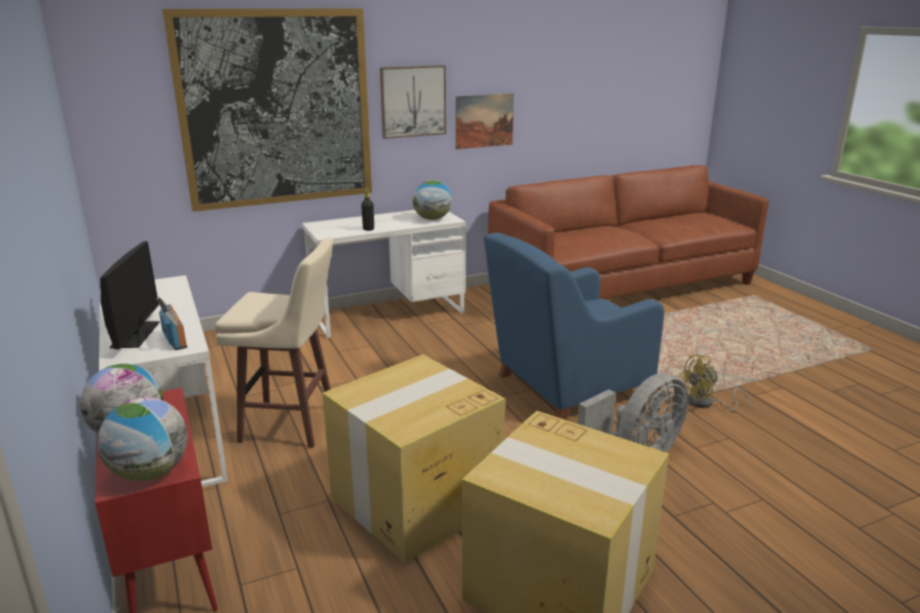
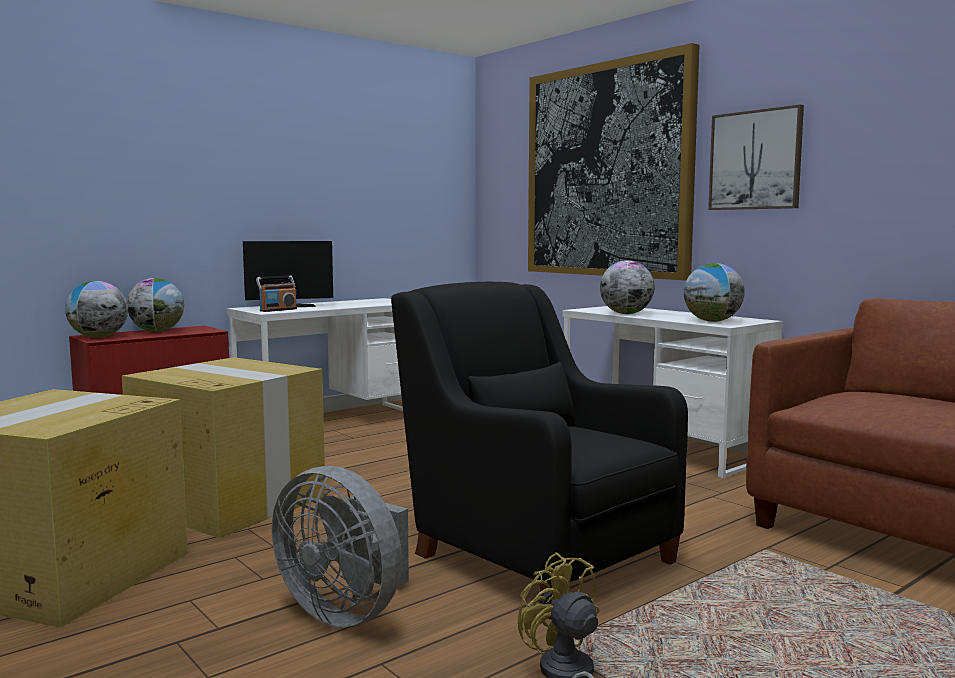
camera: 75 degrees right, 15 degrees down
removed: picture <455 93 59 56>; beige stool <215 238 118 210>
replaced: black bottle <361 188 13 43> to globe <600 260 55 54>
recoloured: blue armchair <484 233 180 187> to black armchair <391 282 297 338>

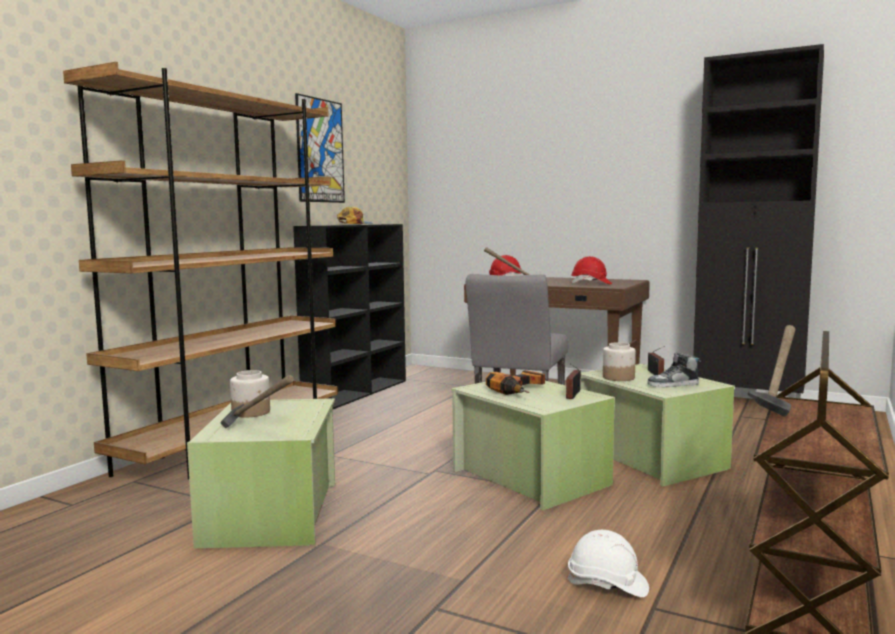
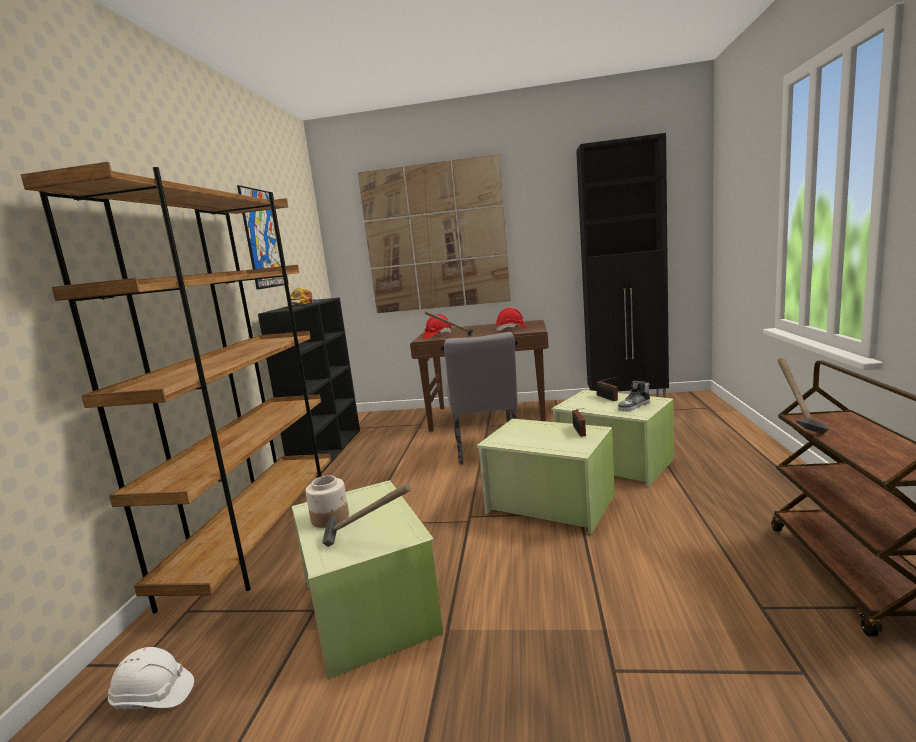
camera: 20 degrees left, 5 degrees up
removed: jar <603 342 33 39>; power drill <486 370 59 25>
added: picture <358 154 153 159>
moved: white hard hat <567 530 82 68> to <108 647 86 63>

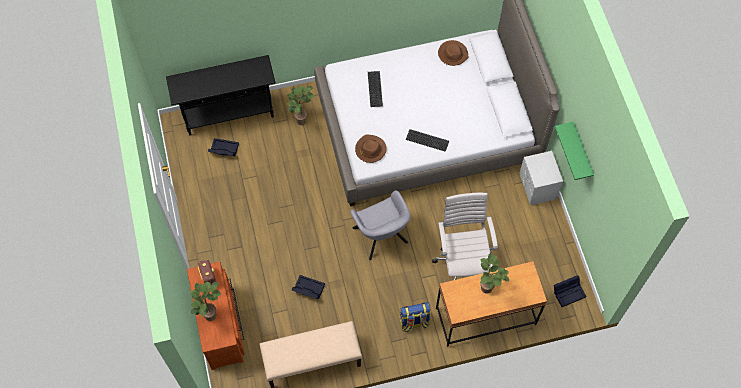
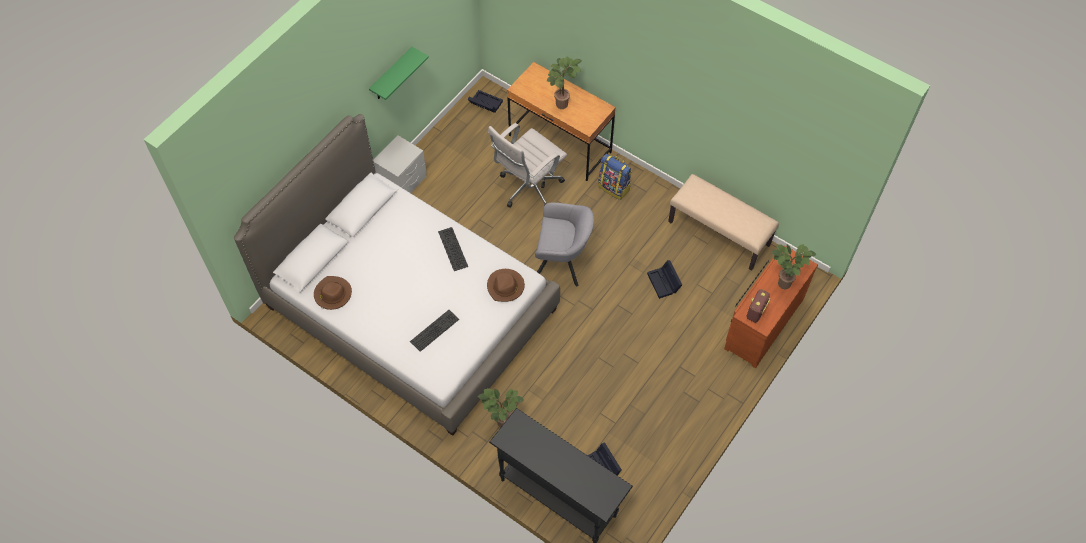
camera: 130 degrees left, 5 degrees down
turned: grey armchair <350 190 61 70> = <535 203 59 83> 75 degrees clockwise

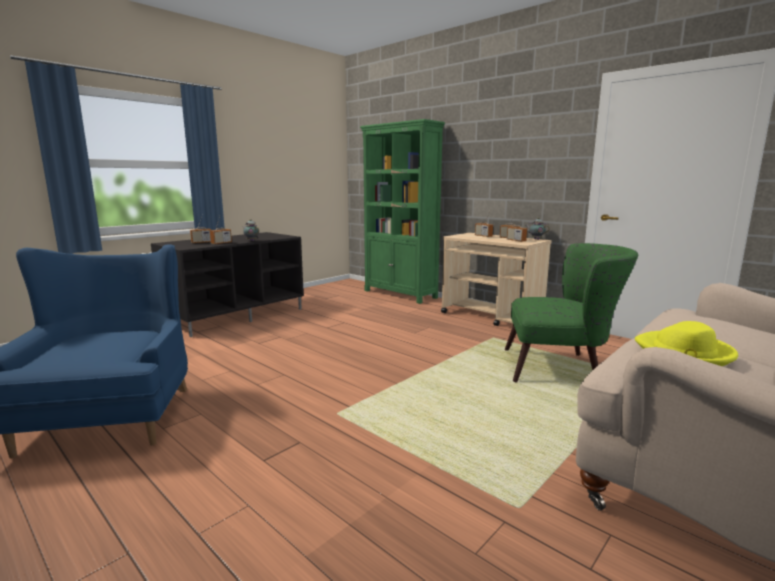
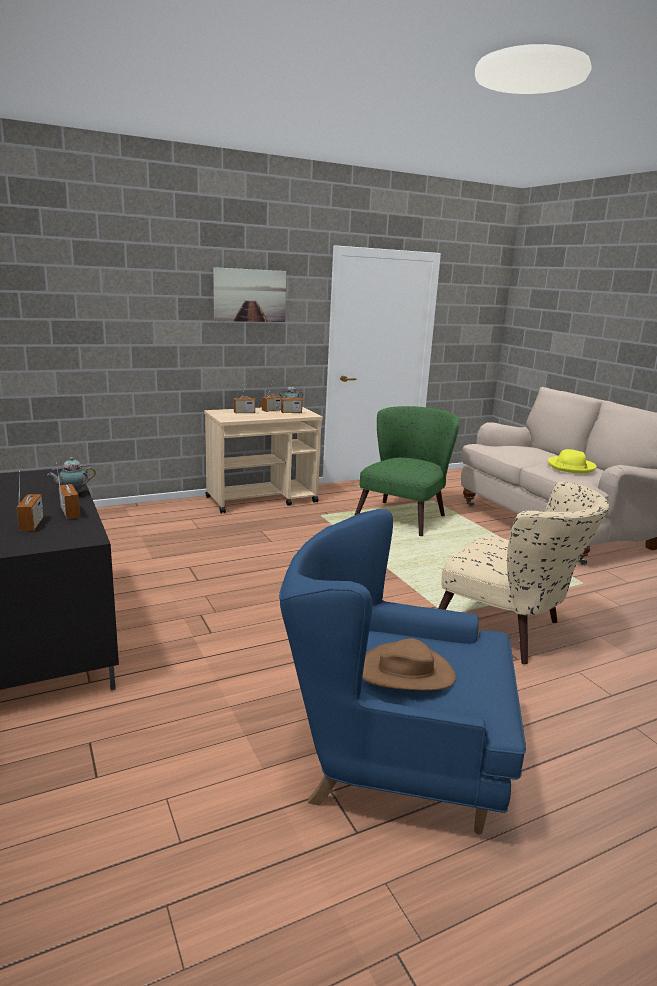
camera: 70 degrees left, 5 degrees up
removed: green bookcase <360 119 85 185>
added: picture <213 267 73 55>; beige armchair <438 482 171 182>; brown hat <362 638 94 53>

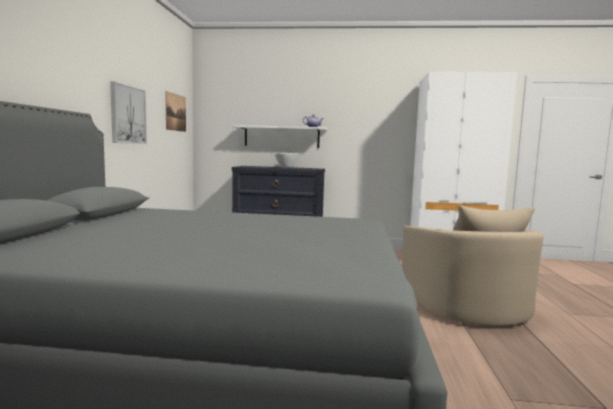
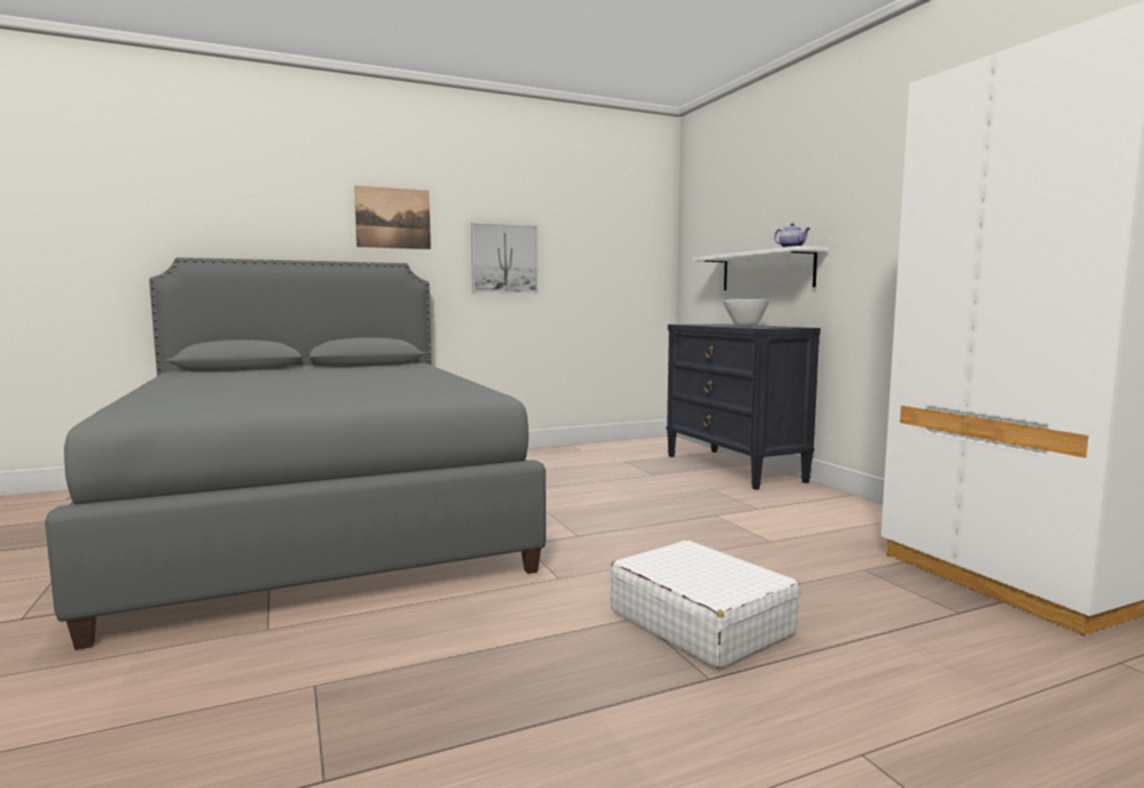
camera: 60 degrees right, 0 degrees up
moved: picture <165 91 21 41> to <354 186 77 63>
replaced: beige armchair <402 205 141 121> to white suitcase <610 540 190 128>

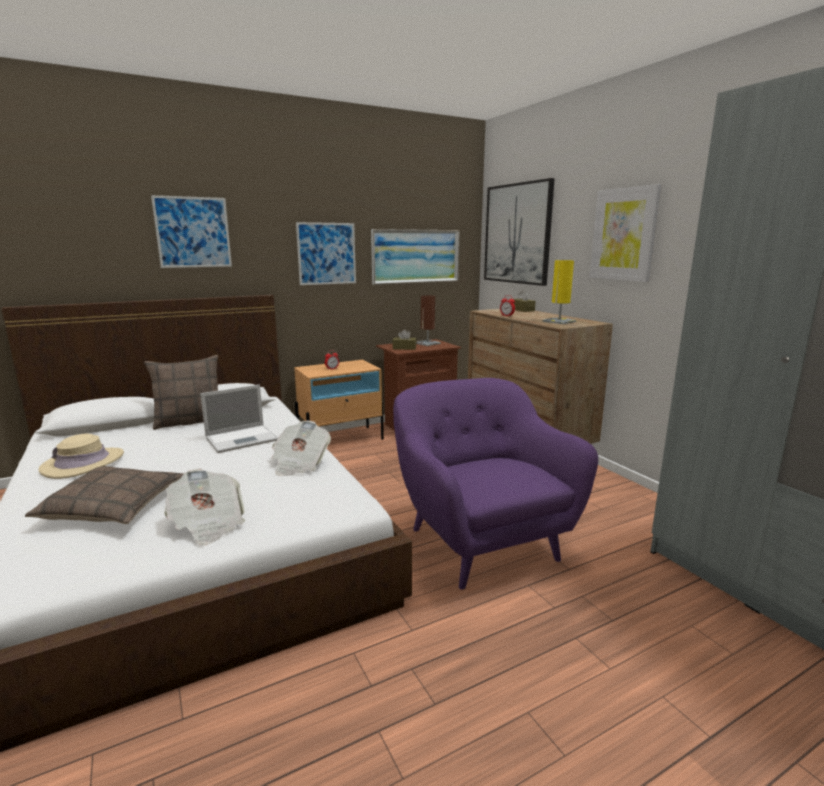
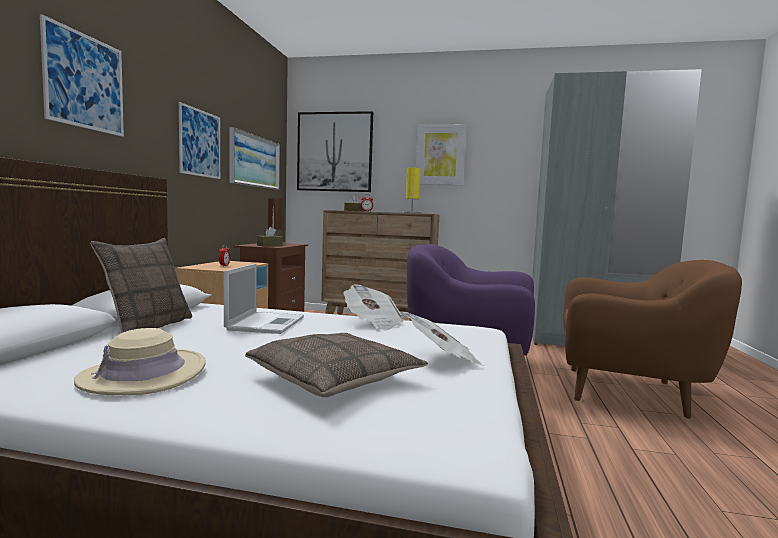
camera: 50 degrees left, 10 degrees down
added: brown armchair <564 260 178 159>

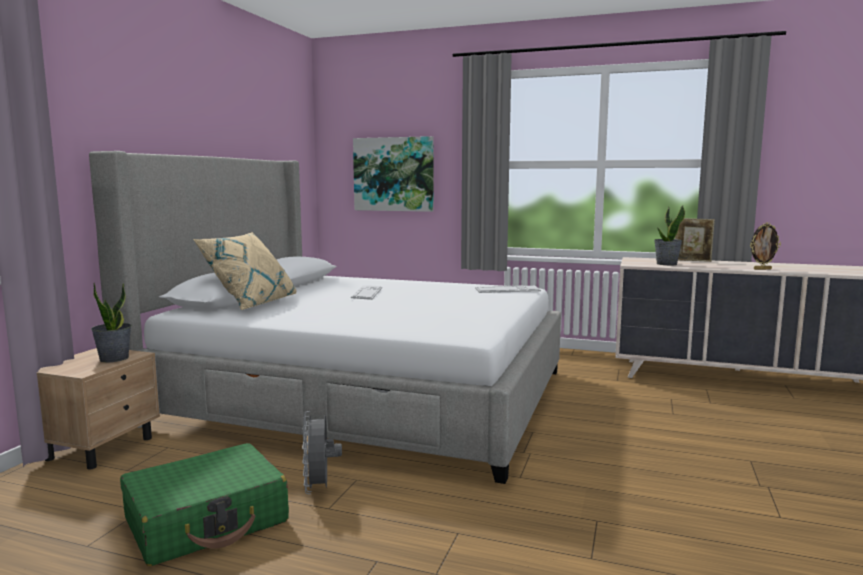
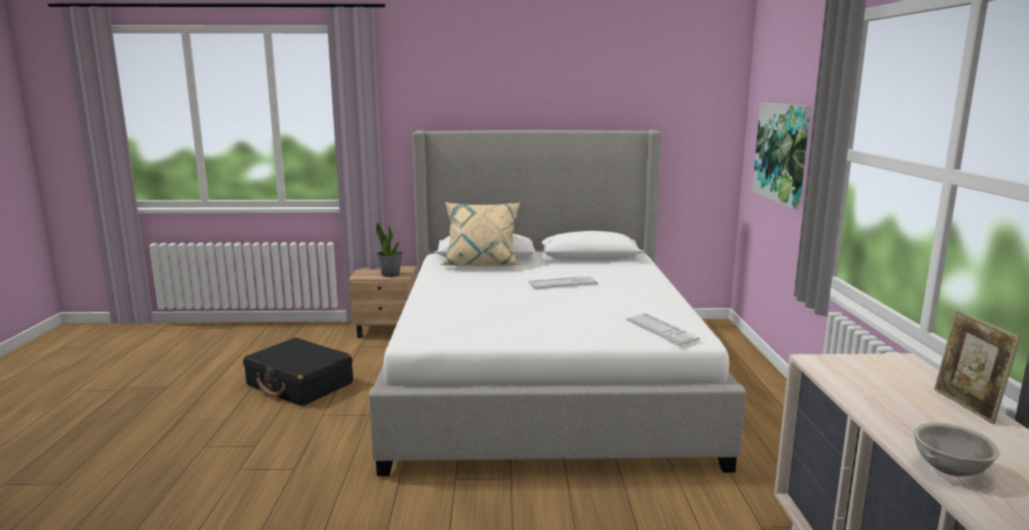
camera: 70 degrees right, 5 degrees up
removed: potted plant <654 206 31 59>; grey fan <302 411 40 83>
replaced: picture frame <750 222 31 48> to grey bowl <914 422 85 54>
recoloured: green suitcase <120 443 169 123> to black suitcase <243 338 110 68>

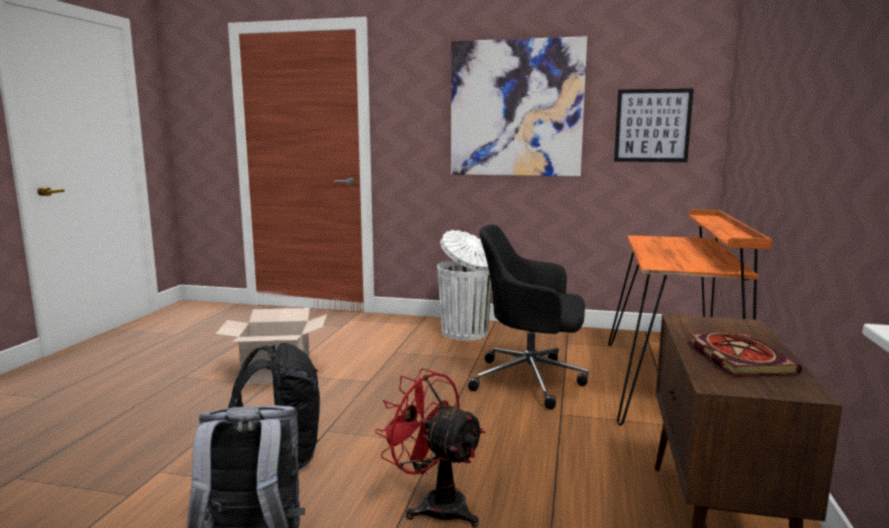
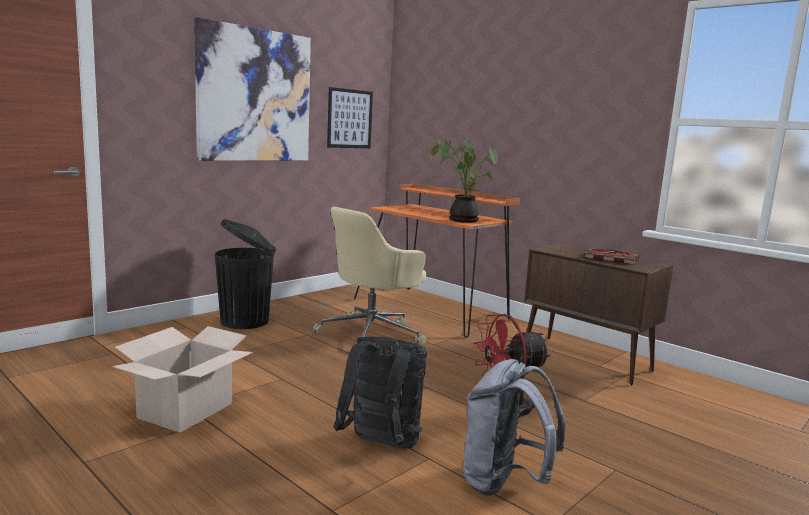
camera: 60 degrees left, 0 degrees up
added: potted plant <430 139 68 84>
recoloured: black office chair <468 225 121 185> to beige office chair <313 207 113 138>; white trash can <437 230 55 111> to black trash can <215 219 62 110>

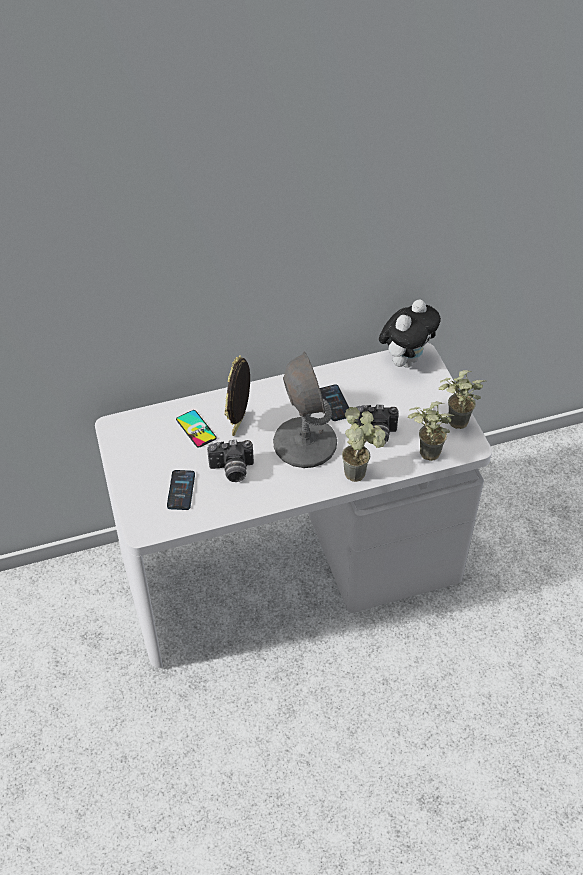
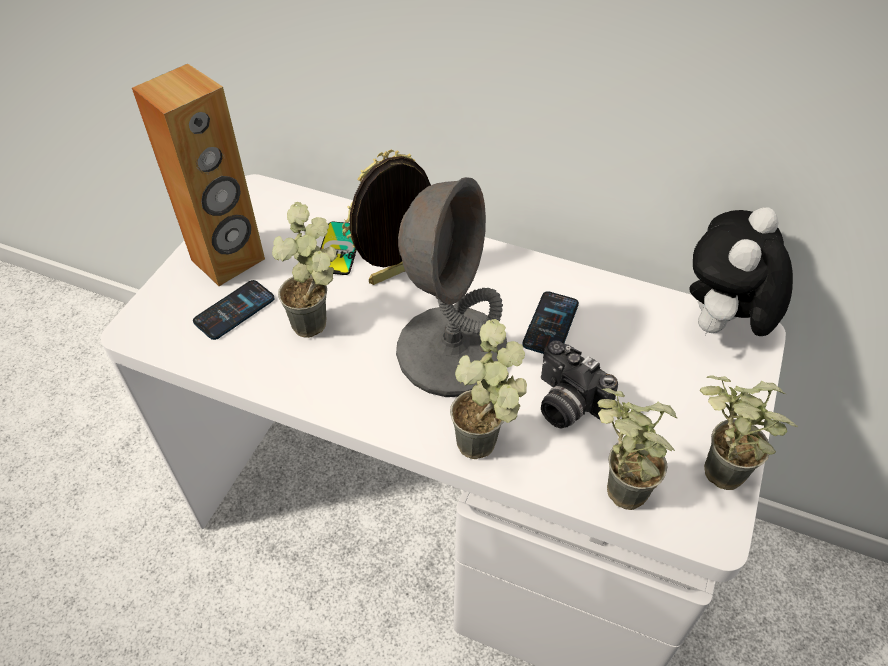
camera: 40 degrees right, 0 degrees up
added: brown speaker <132 64 133 222>
replaced: photo camera <207 440 47 42> to potted plant <272 202 65 136>
turned: plush toy <379 299 62 69> = <689 207 104 129> 135 degrees clockwise

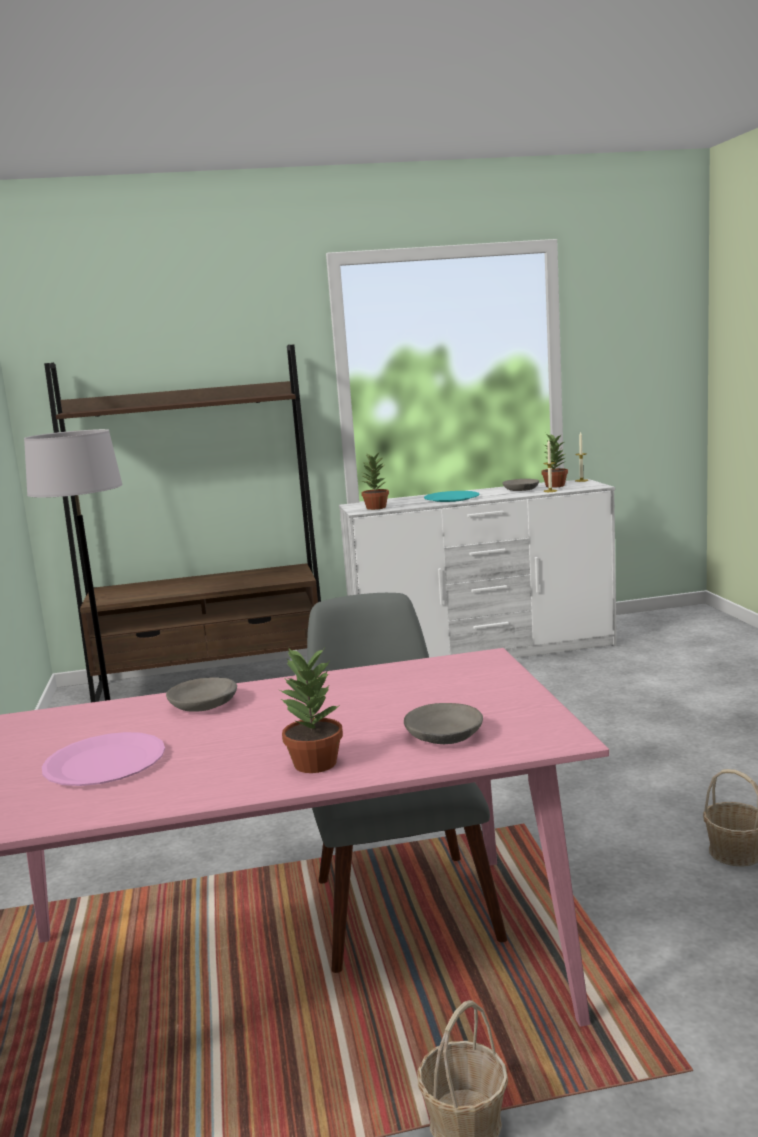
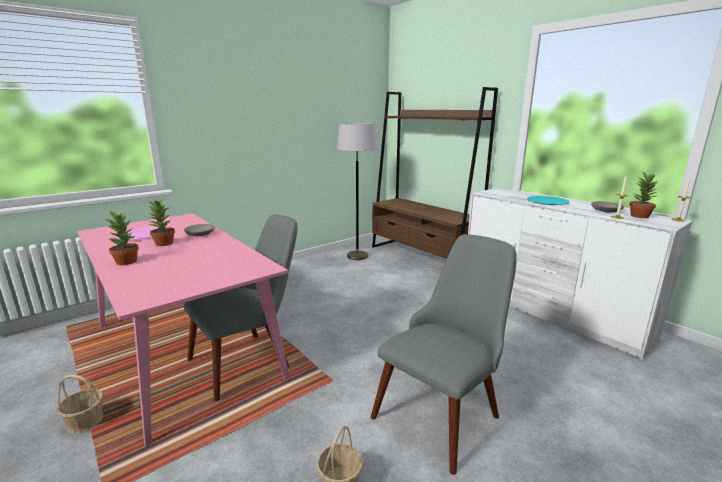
camera: 60 degrees right, 5 degrees up
removed: grey bowl <404 703 79 41>
added: grey chair <371 234 146 241>
moved: potted plant <361 452 28 58> to <147 199 28 47>

